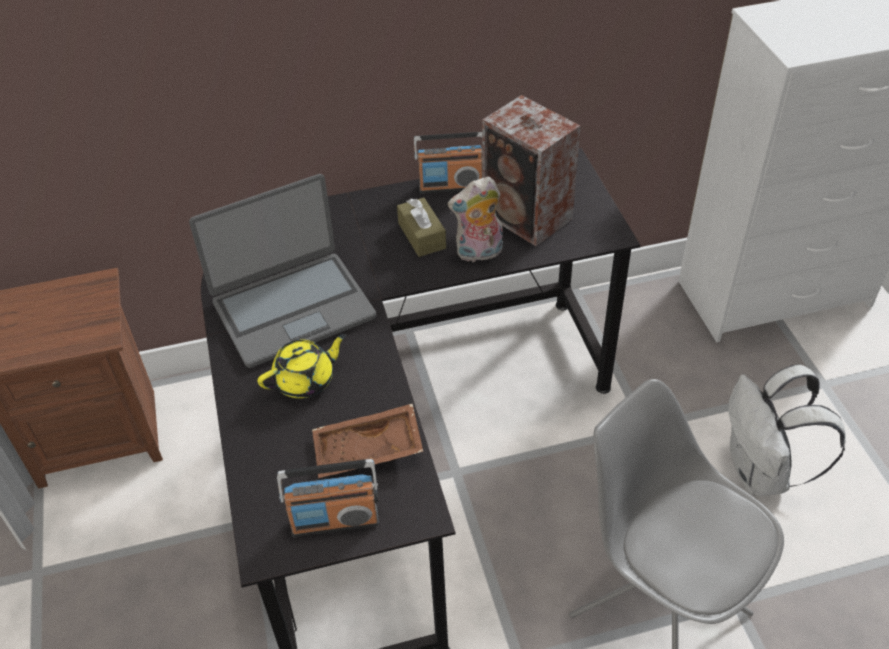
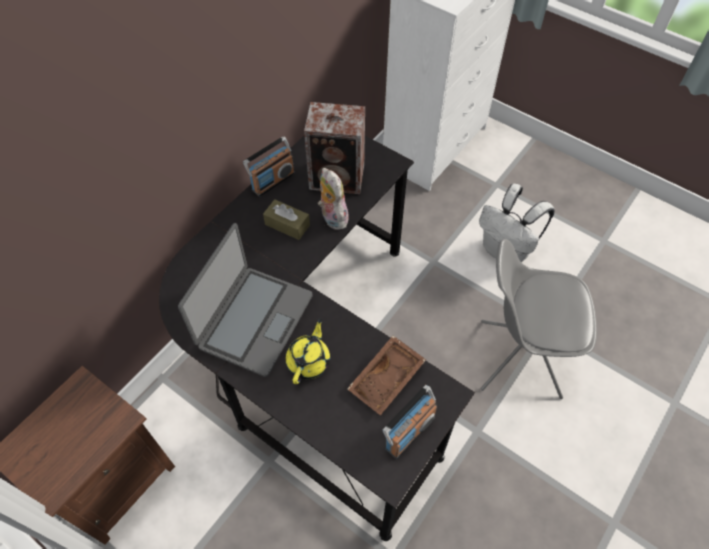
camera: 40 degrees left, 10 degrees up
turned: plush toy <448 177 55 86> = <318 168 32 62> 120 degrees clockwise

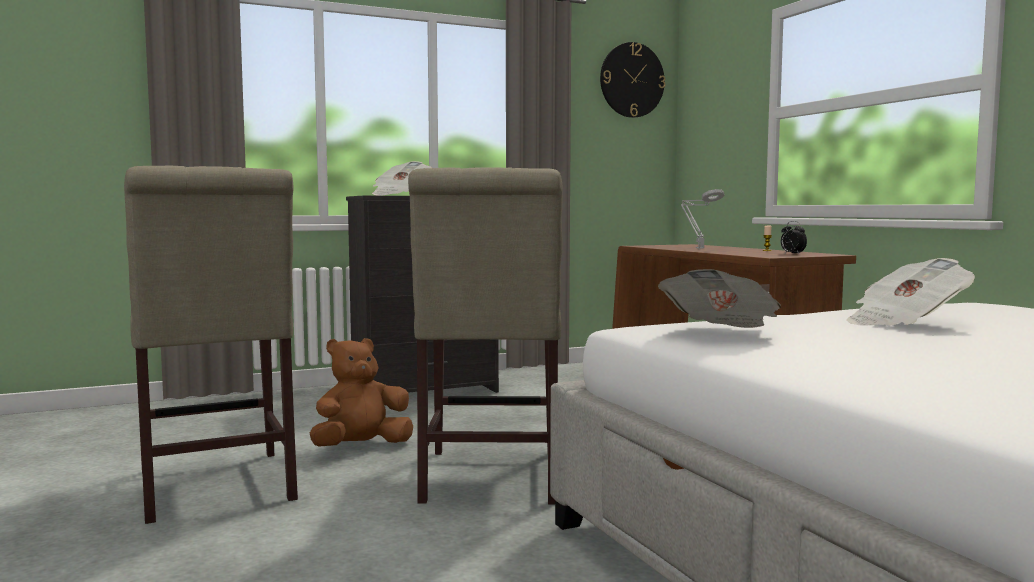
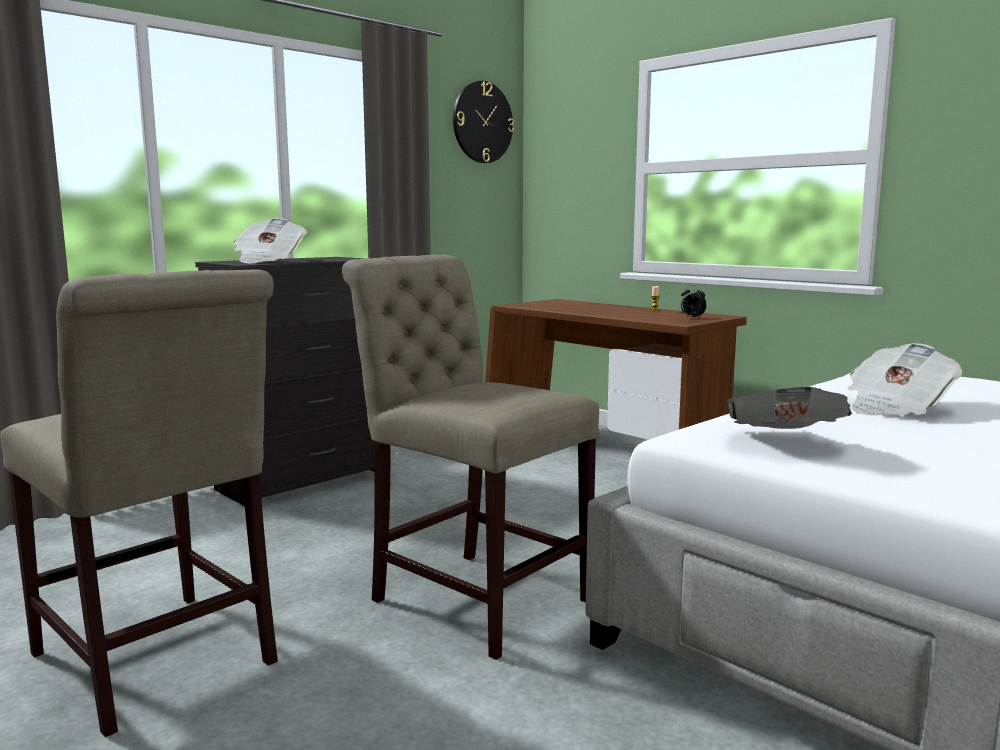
camera: 20 degrees left, 5 degrees up
removed: grey table lamp <681 189 43 60>; brown plush toy <310 338 103 109>
turned: beige chair <408 167 155 337> = <342 255 257 405> 150 degrees clockwise

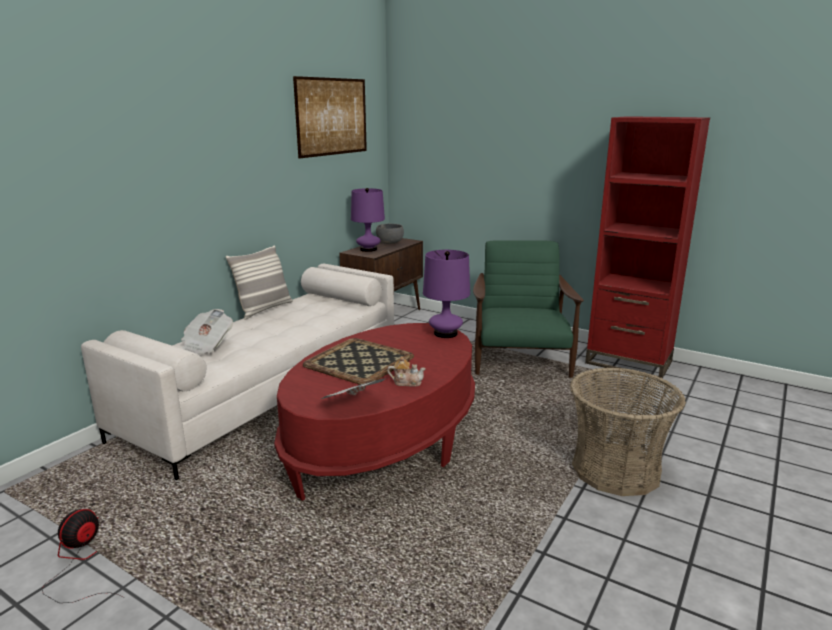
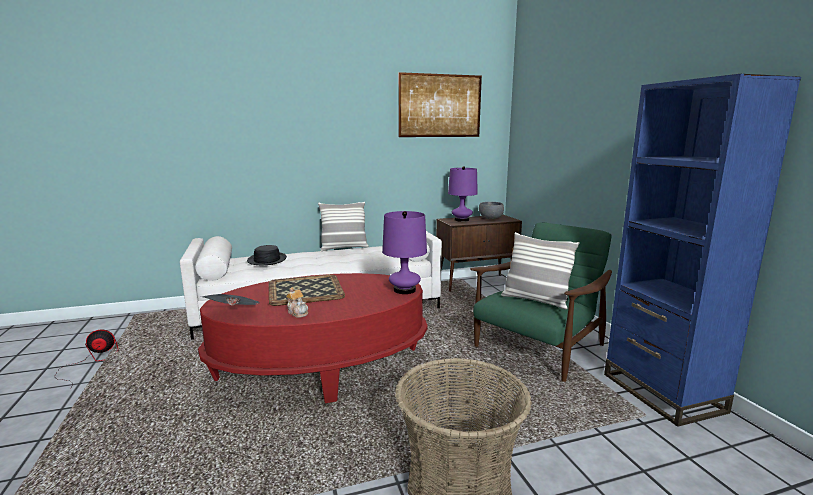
camera: 40 degrees right, 5 degrees down
added: pillow <501 232 79 77>
replaced: newspaper <181 309 52 45> to black hat <247 245 40 20>
recoloured: red bookcase <585 116 125 263> to blue bookcase <604 74 197 353>

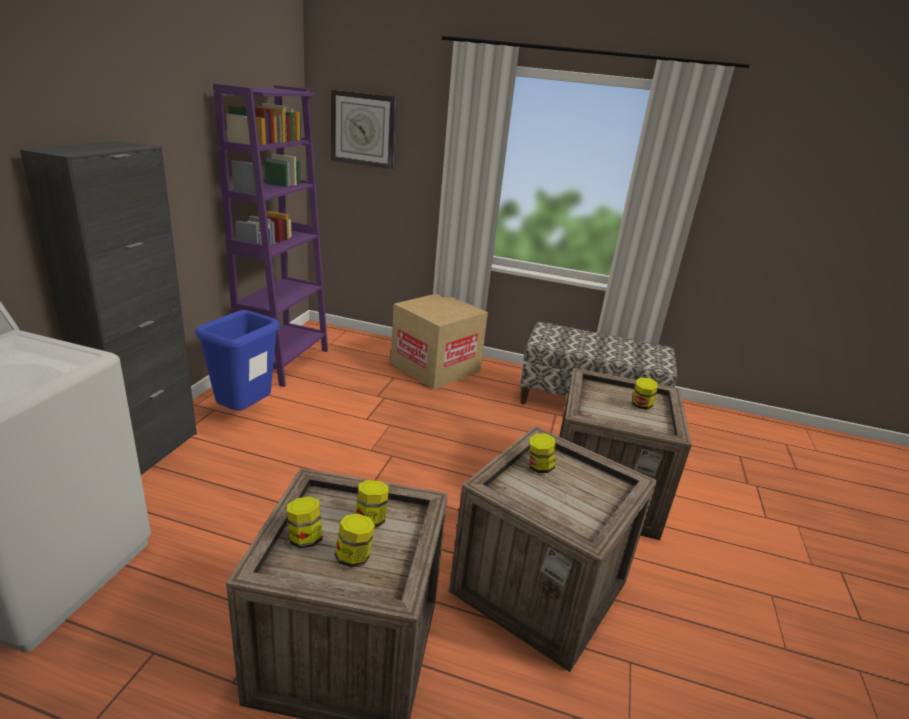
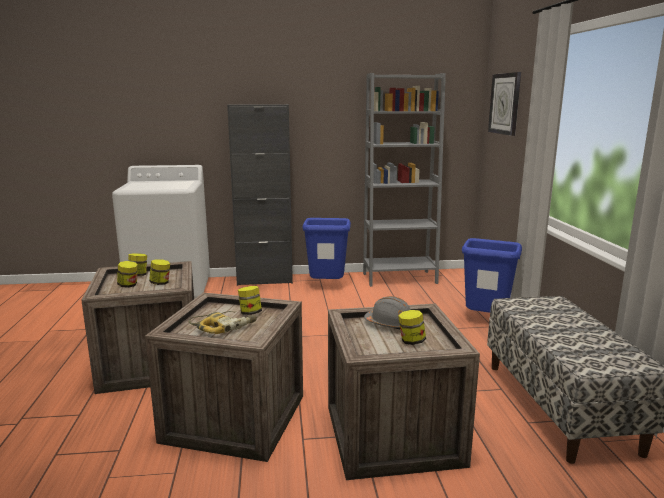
camera: 70 degrees right, 10 degrees down
added: grey hard hat <364 296 47 33>; power drill <189 311 68 23>
replaced: cardboard box <391 294 97 95> to blue trash can <462 238 60 75>
recoloured: purple bookcase <213 84 115 303> to grey bookcase <363 73 83 214>

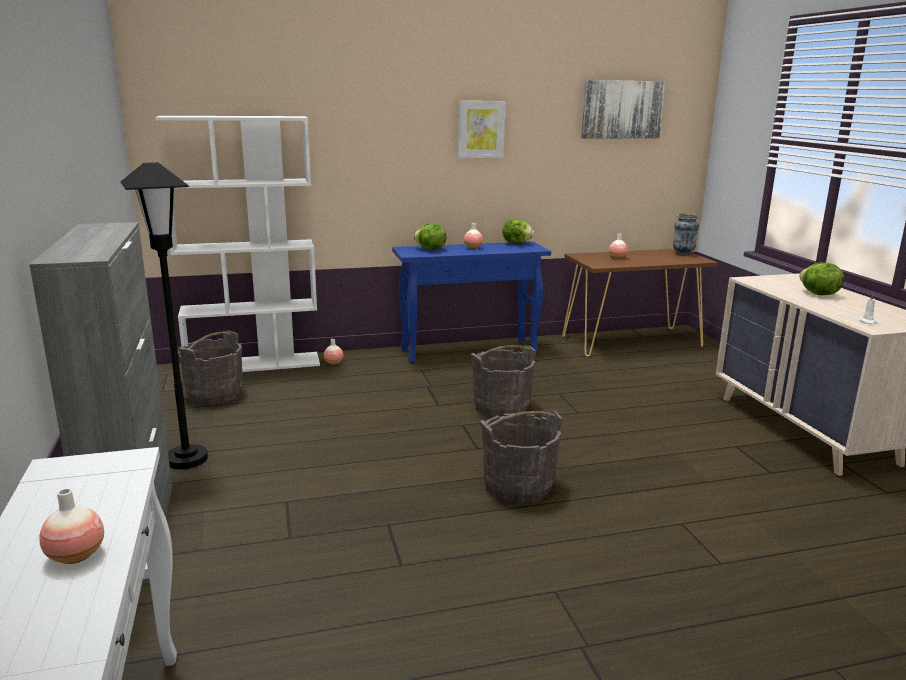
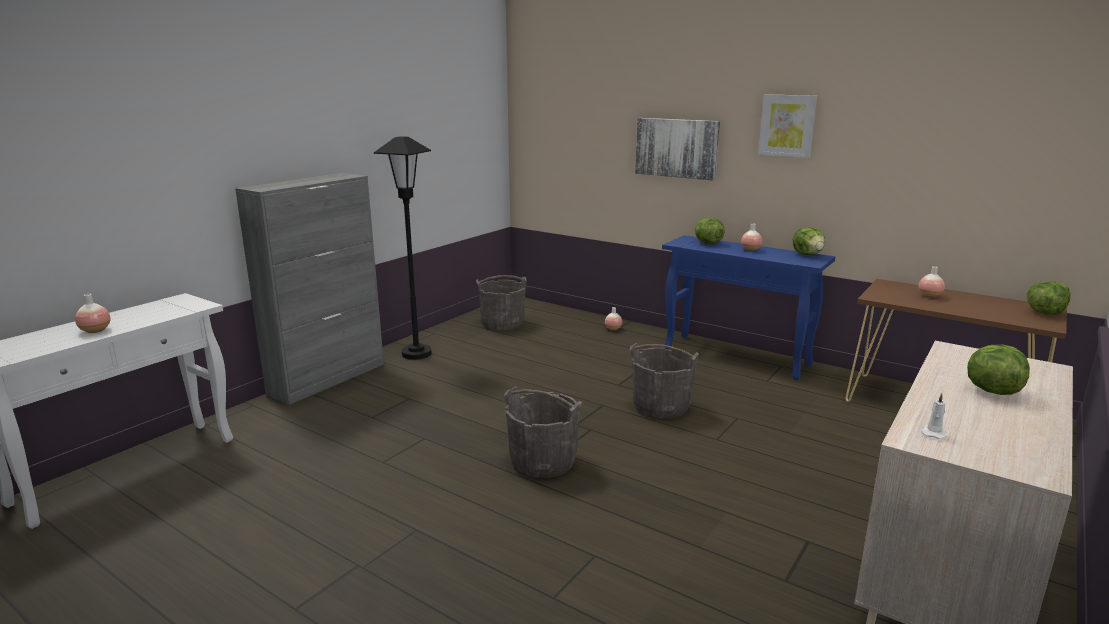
camera: 50 degrees right, 0 degrees up
removed: white bookcase <155 116 165 256>
moved: picture <581 80 84 59> to <635 118 85 63>
replaced: vase <673 213 26 42> to lettuce <1027 281 44 34>

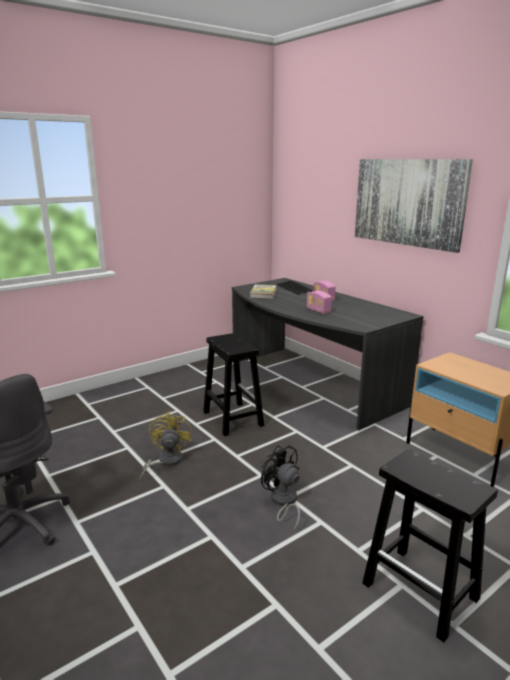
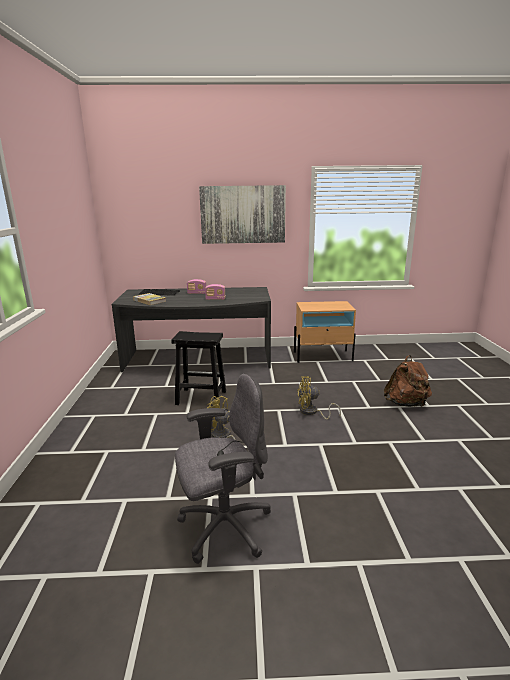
camera: 55 degrees left, 0 degrees up
replaced: black stool <362 449 136 193> to brown backpack <384 355 48 52>
recoloured: black fan <261 445 39 86> to yellow fan <297 376 44 43>

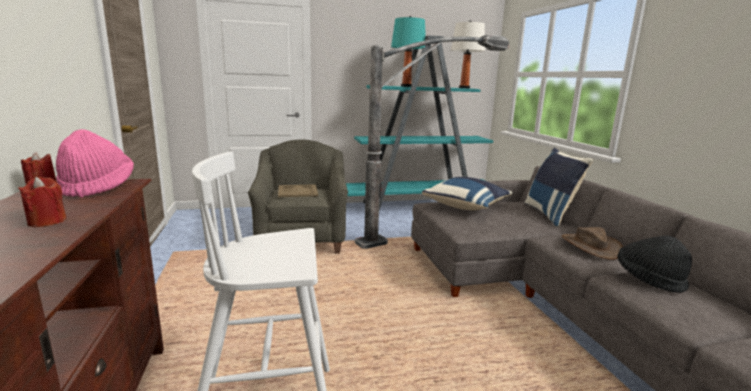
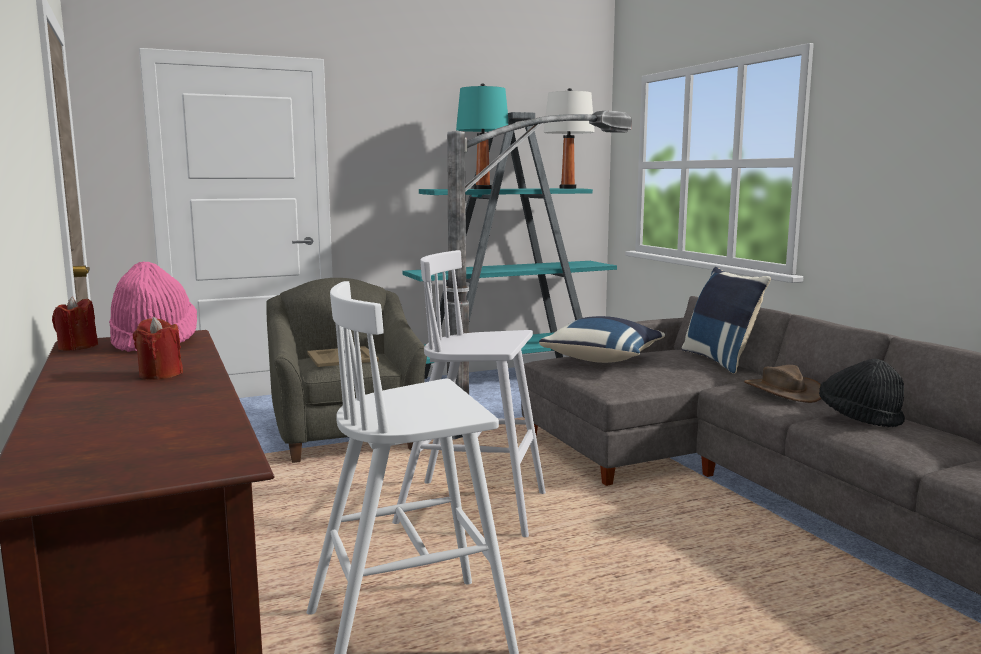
camera: 10 degrees left, 5 degrees down
added: white stool <392 250 154 287>

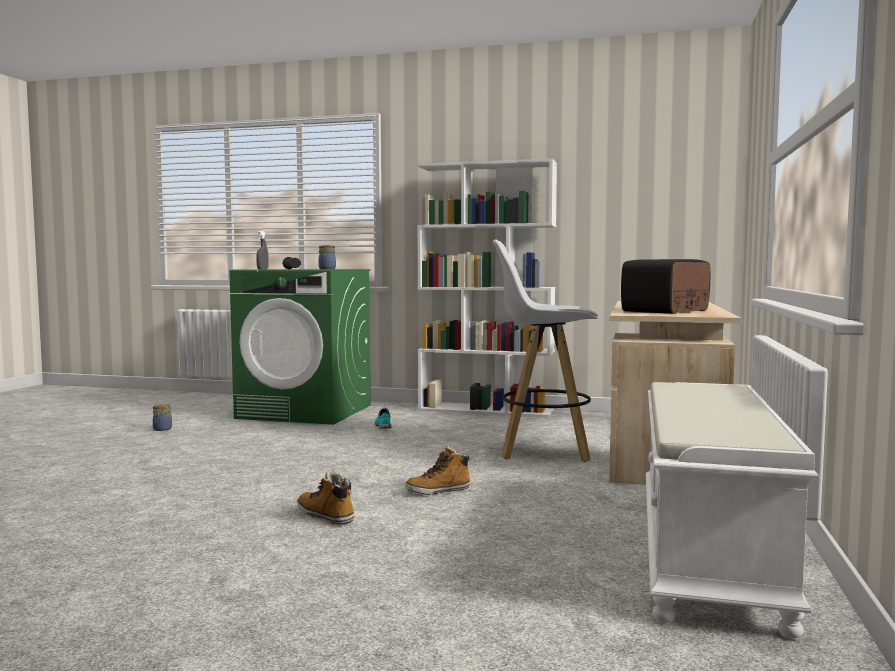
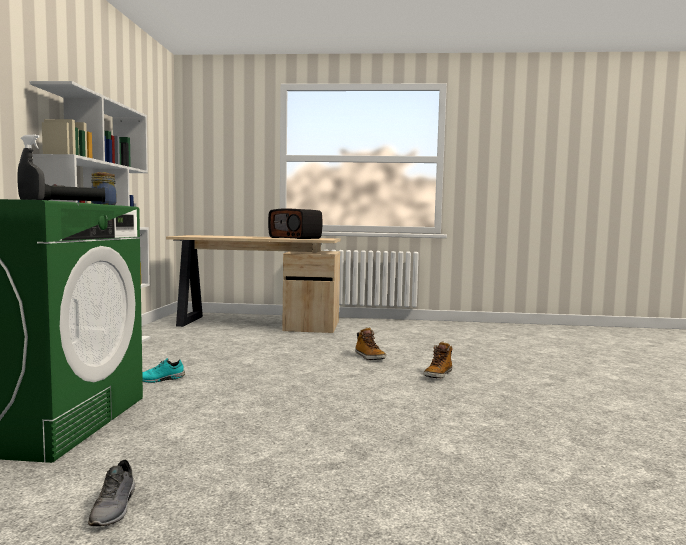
camera: 100 degrees left, 0 degrees up
removed: white stool <492 240 106 222>; white bench <646 382 172 258>
replaced: jar <153 404 19 27> to grey shoe <88 460 47 66>

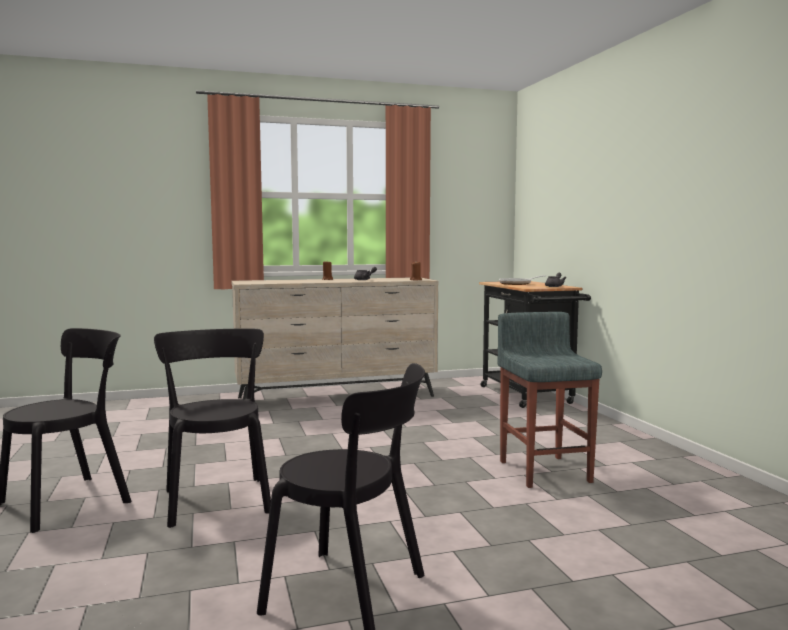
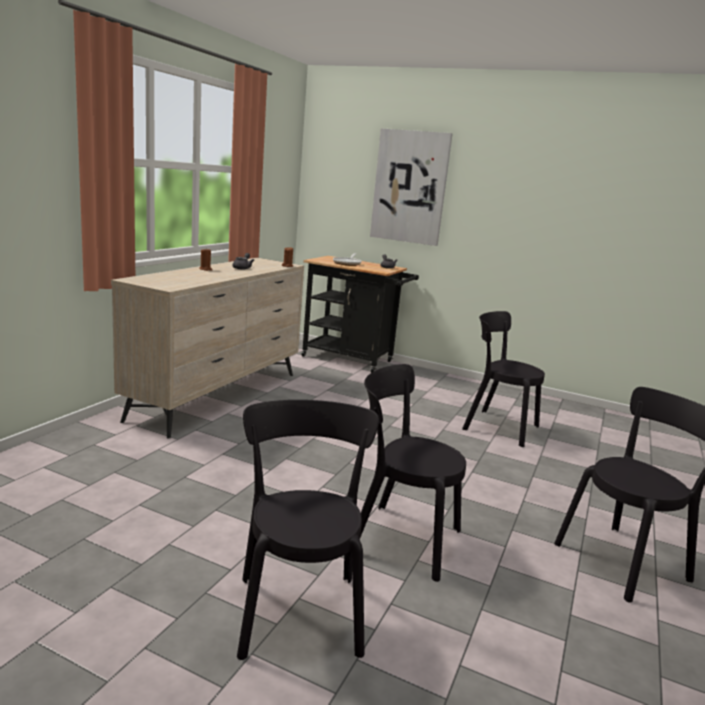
camera: 50 degrees left, 10 degrees up
added: picture <370 128 82 118>
replaced: grey stool <498 312 104 176> to black chair <462 311 83 136>

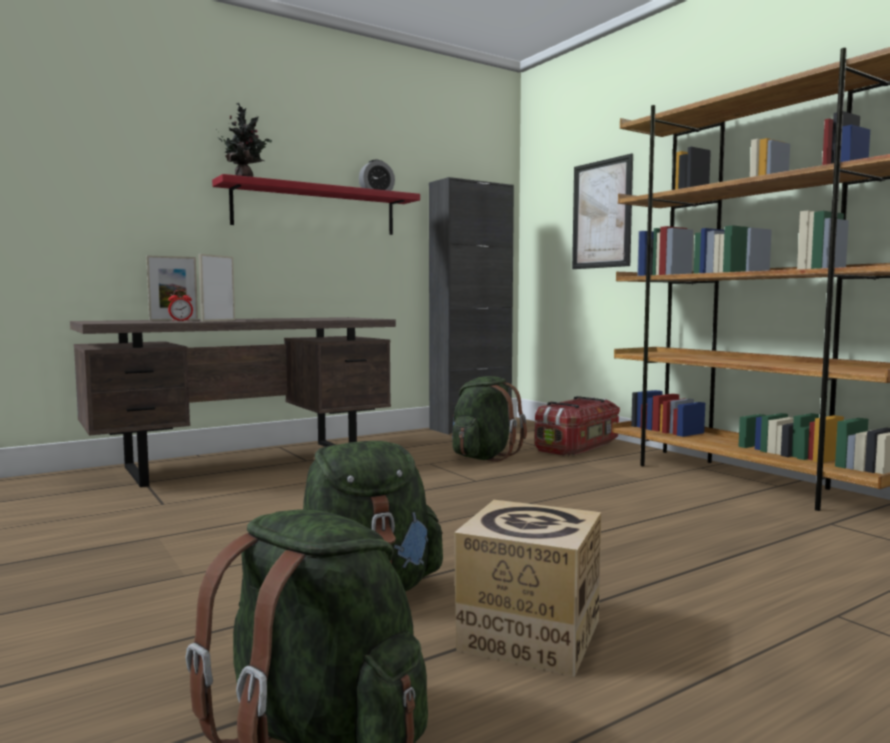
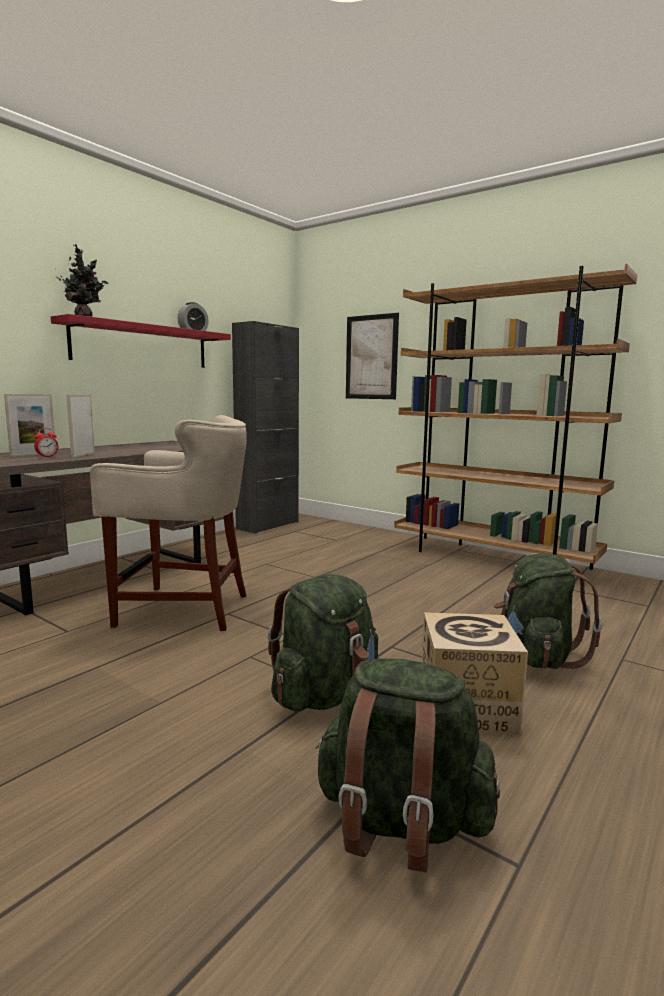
camera: 20 degrees left, 5 degrees up
removed: storage box <535 396 85 60>
added: beige stool <90 415 157 216>
moved: green backpack <452 376 75 86> to <494 553 108 116>

